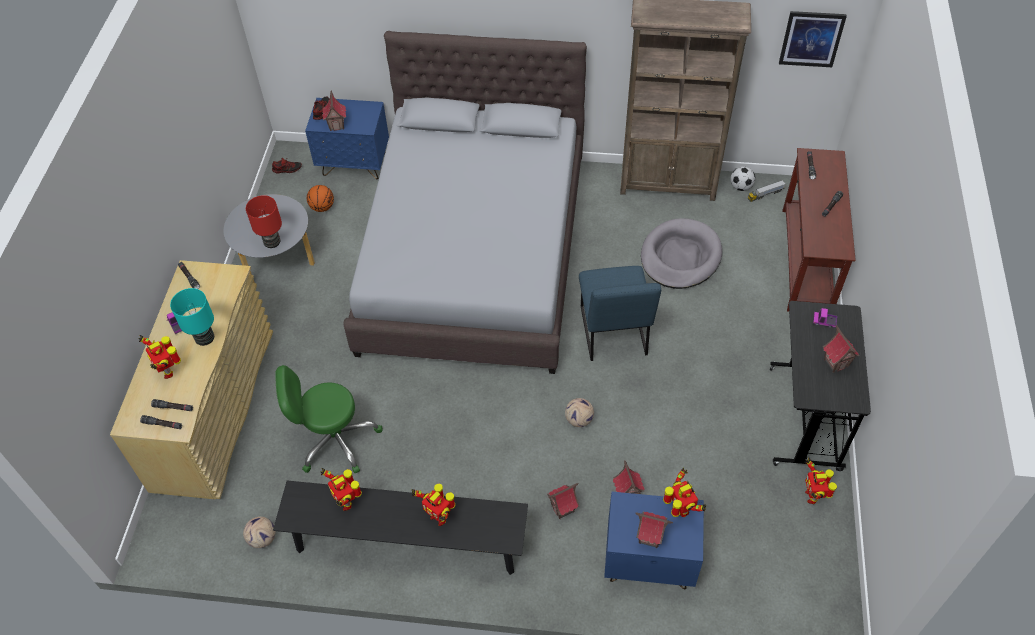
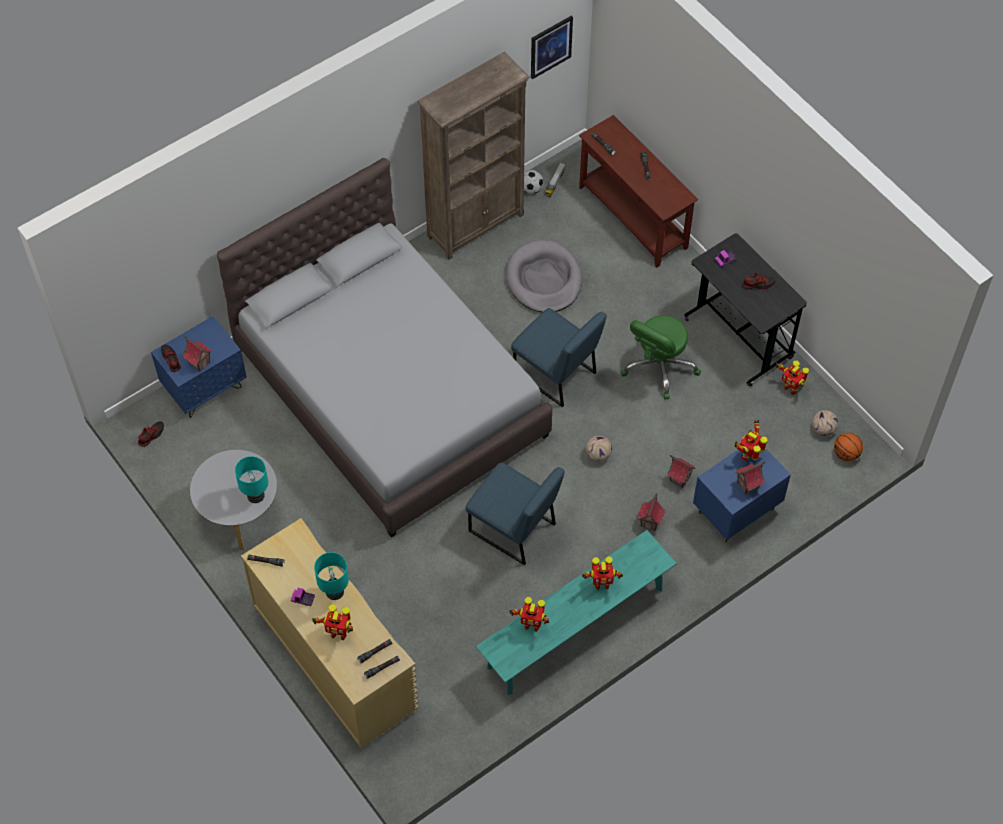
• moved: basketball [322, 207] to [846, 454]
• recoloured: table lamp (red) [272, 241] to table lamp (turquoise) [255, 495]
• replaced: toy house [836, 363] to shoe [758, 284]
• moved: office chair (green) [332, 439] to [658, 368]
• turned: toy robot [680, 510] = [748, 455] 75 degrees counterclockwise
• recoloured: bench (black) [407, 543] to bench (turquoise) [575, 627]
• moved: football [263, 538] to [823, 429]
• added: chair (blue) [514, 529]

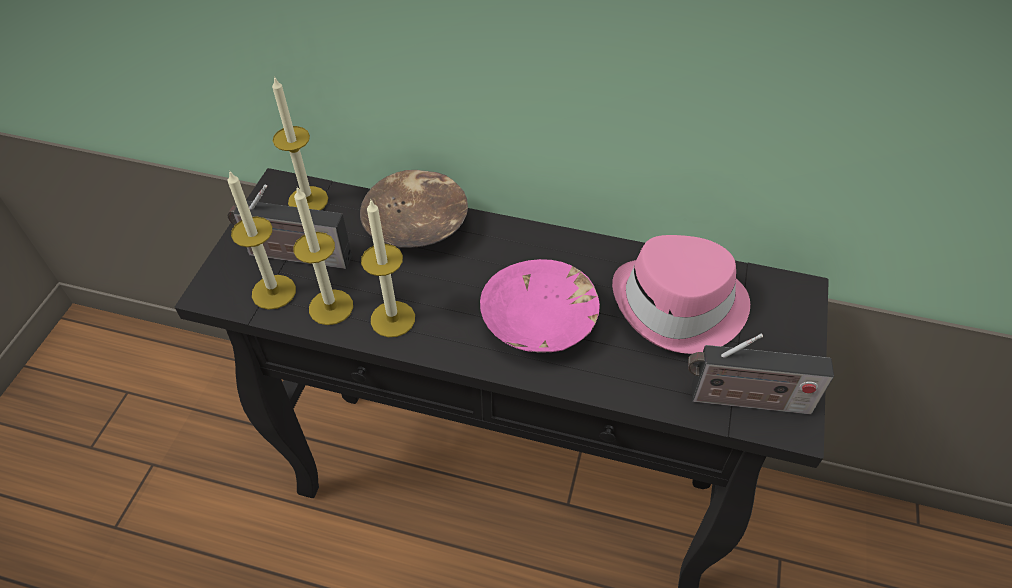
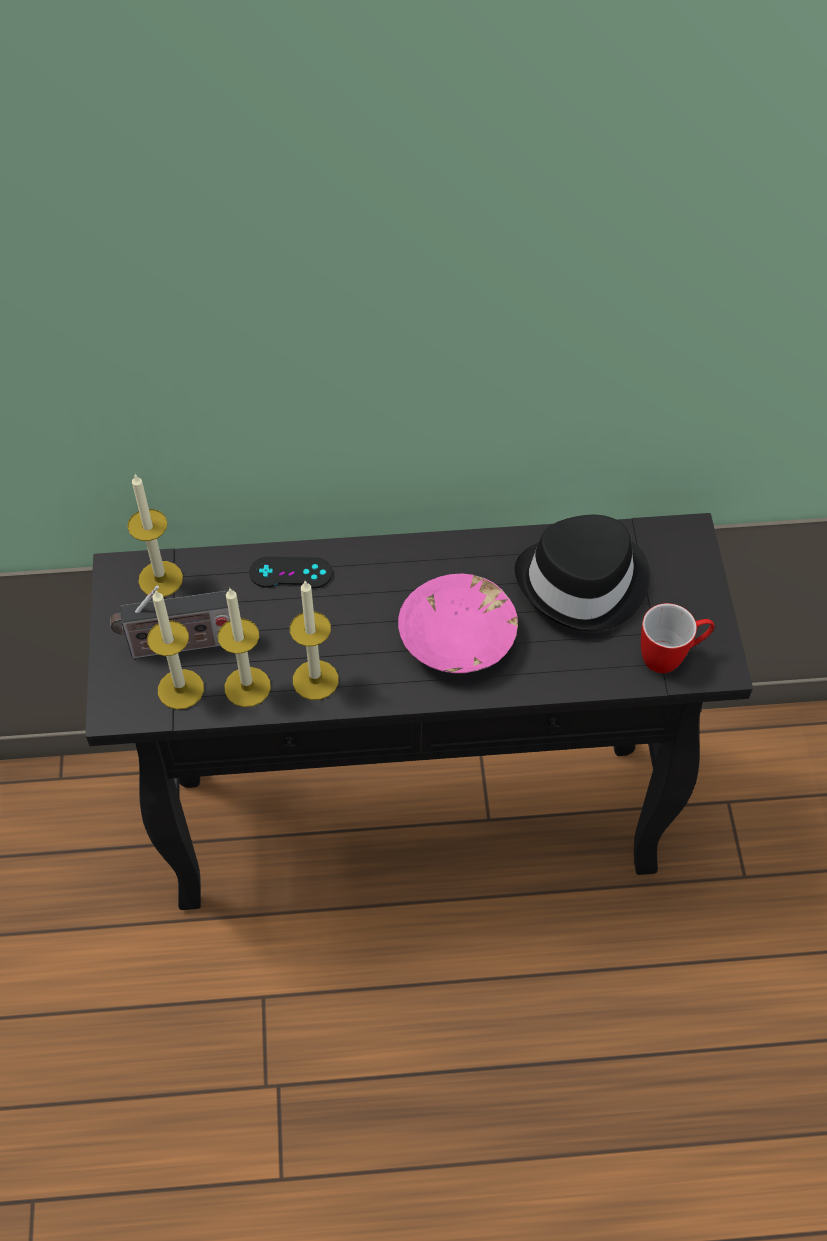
• replaced: bowl (brown) [417, 225] to game controller (black) [291, 573]
• recoloured: hat (pink) [680, 306] to hat (black) [584, 583]
• replaced: radio [744, 400] to mug [671, 657]

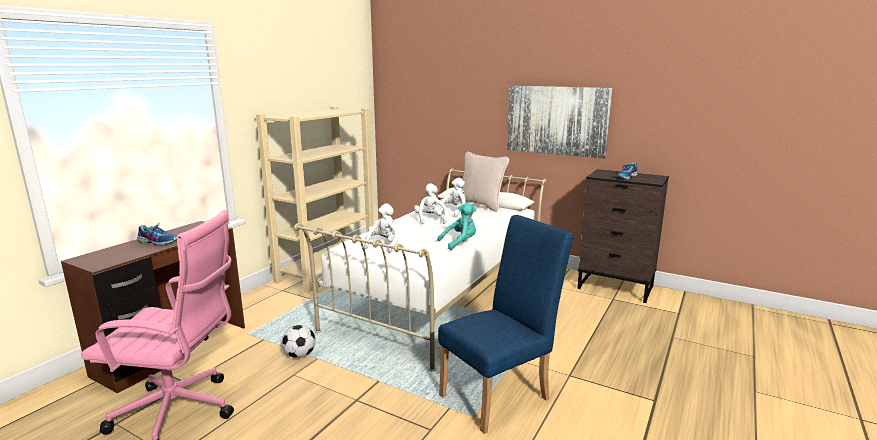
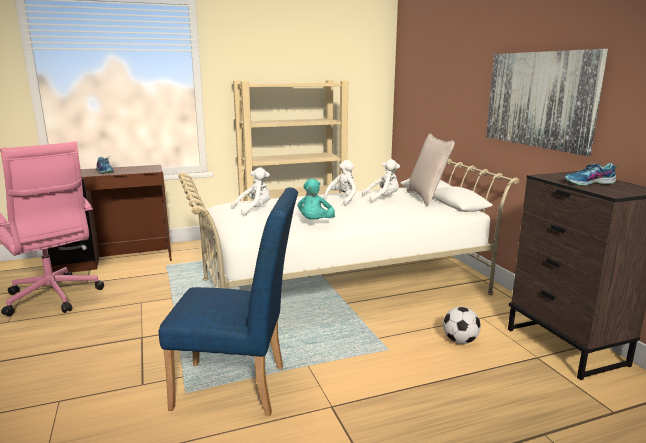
• turned: plush toy (turquoise) [460, 243] = [315, 223] 90 degrees clockwise
• moved: football [300, 355] to [460, 341]

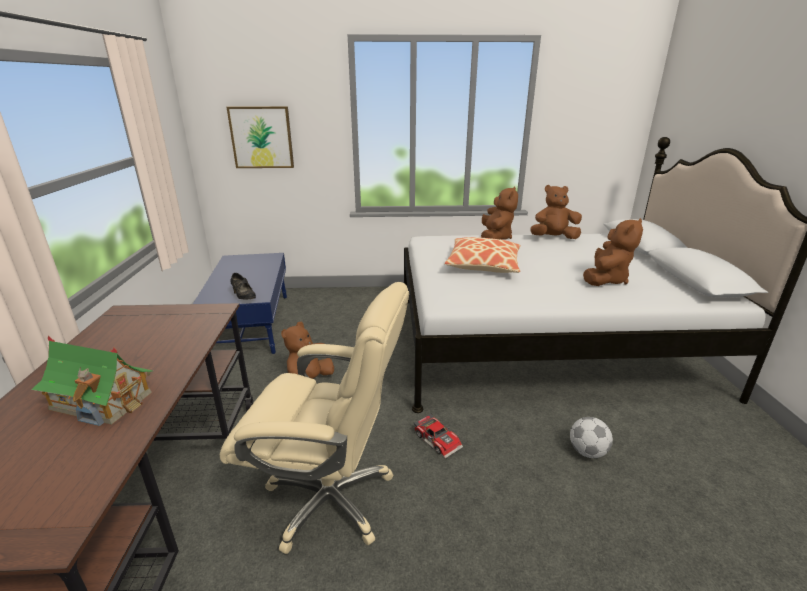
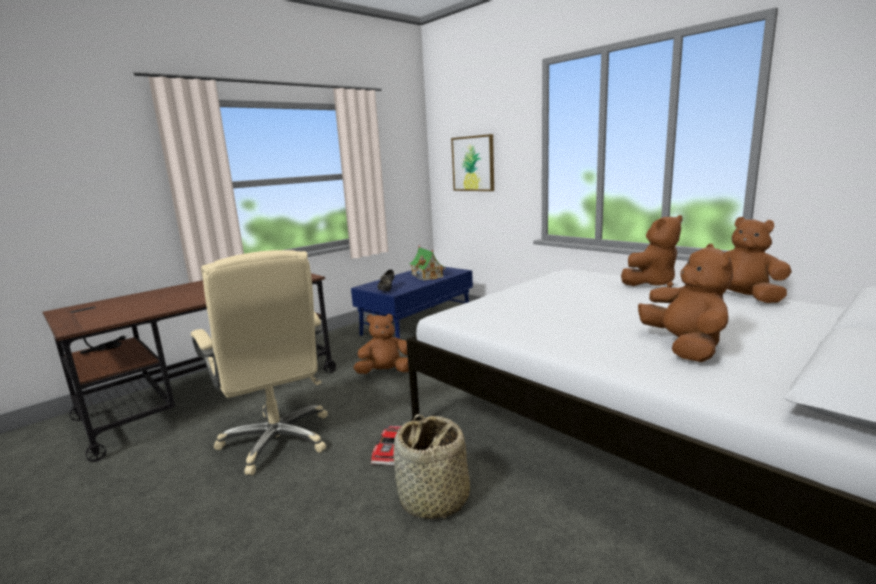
• turned: plush toy (brown) [605, 280] = [684, 347] 90 degrees counterclockwise
• removed: pillow [483, 264]
• moved: toy house [102, 401] to [427, 275]
• removed: football [587, 452]
• added: basket [433, 499]

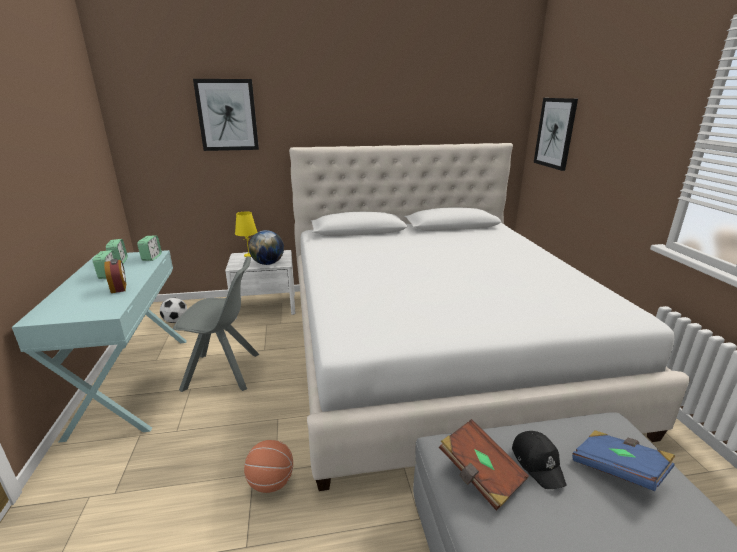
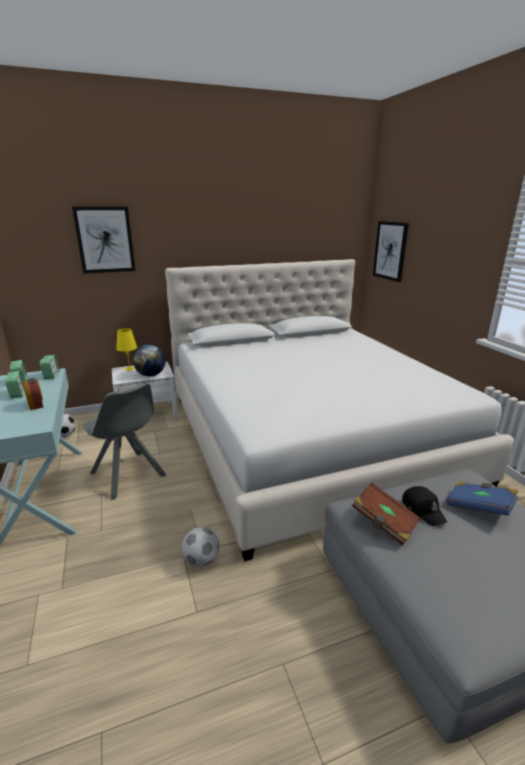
• turned: chair (grey) [224, 372] = [128, 475] 60 degrees clockwise
• replaced: basketball [270, 482] to football [201, 560]

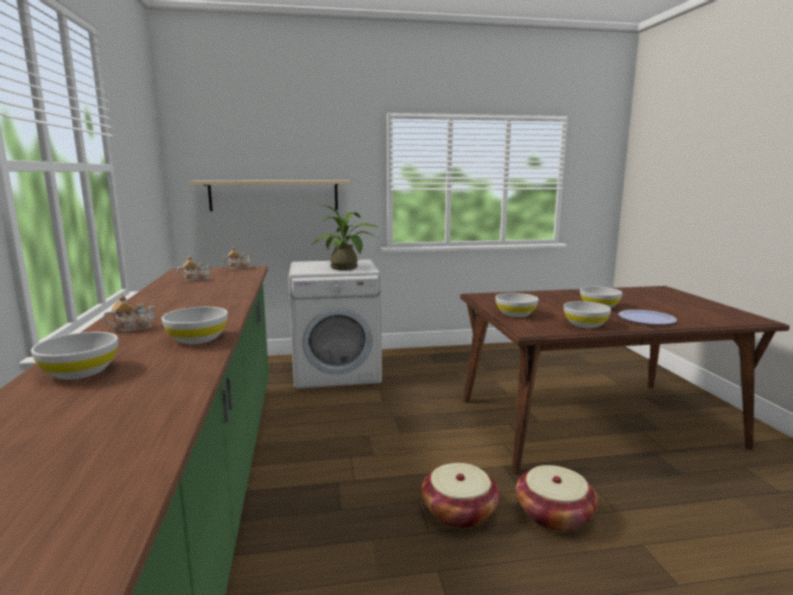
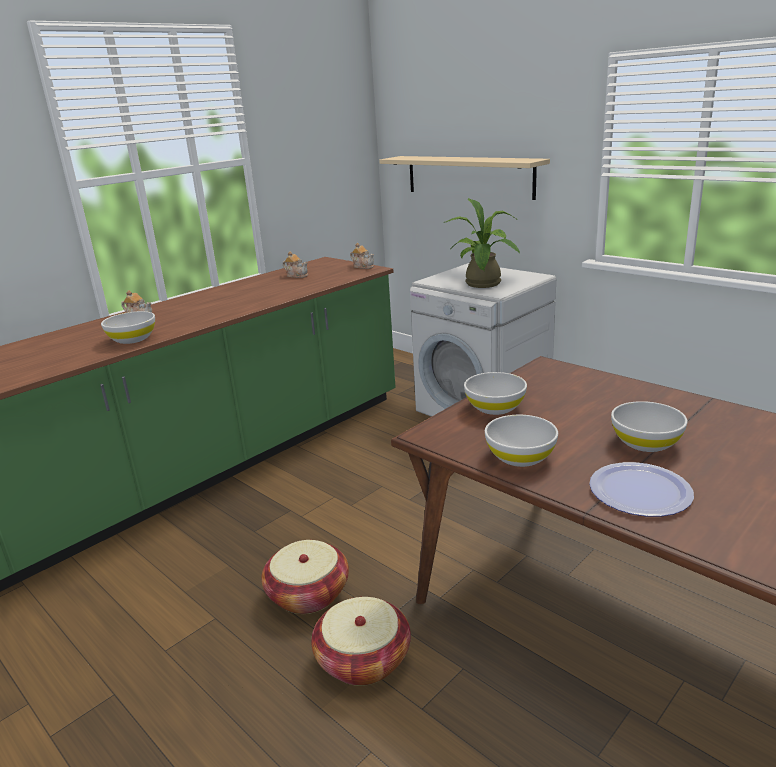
• removed: bowl (white) [80, 372]

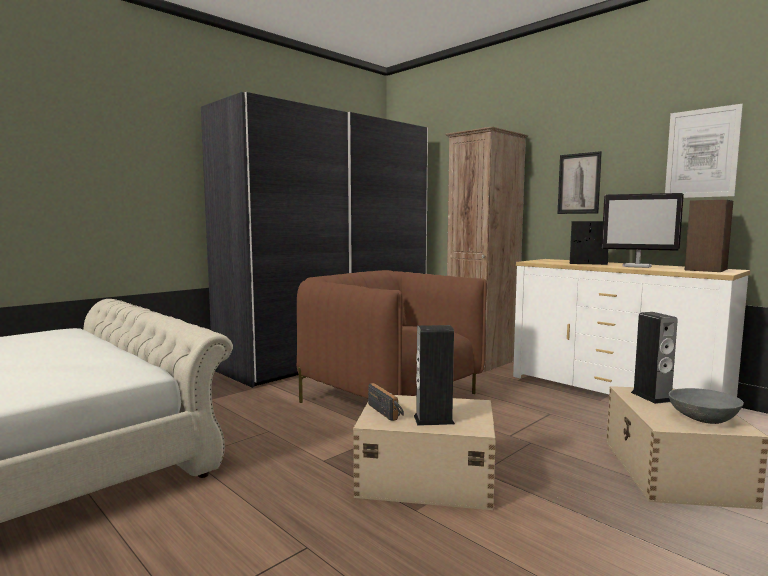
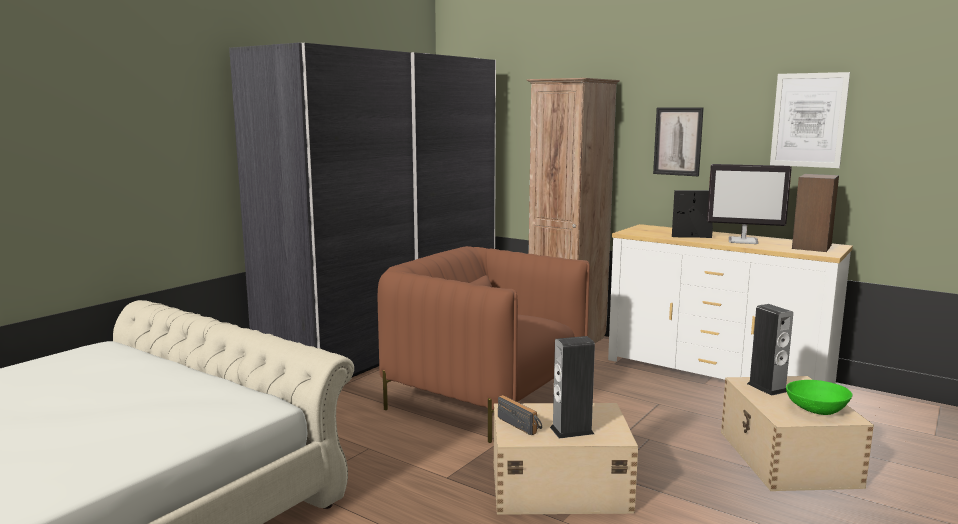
• recoloured: bowl (grey) [704, 419] to bowl (green) [817, 409]

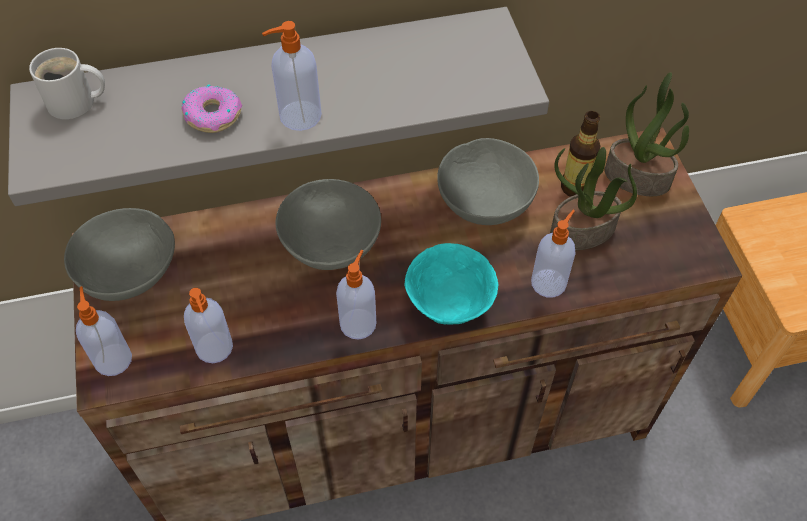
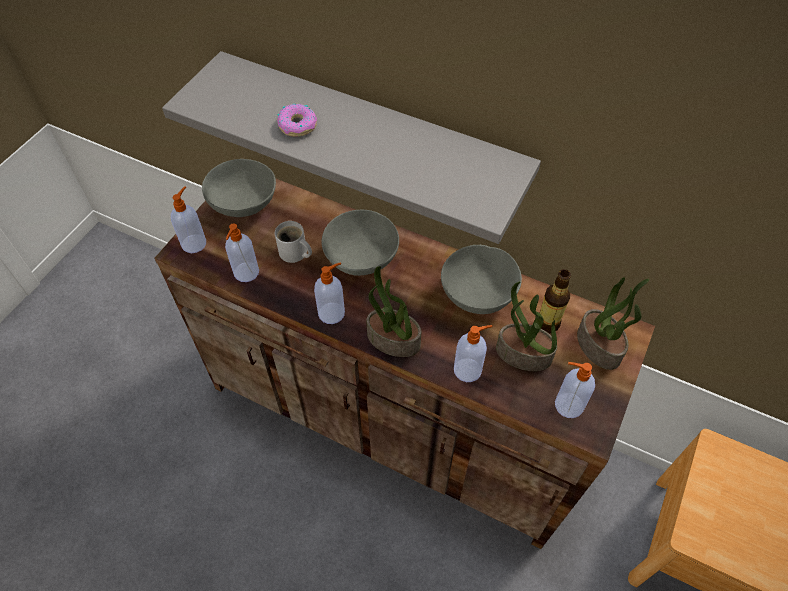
• moved: soap dispenser [298, 116] to [567, 405]
• moved: mug (white) [75, 103] to [294, 253]
• replaced: bowl (turquoise) [449, 306] to potted plant [392, 340]

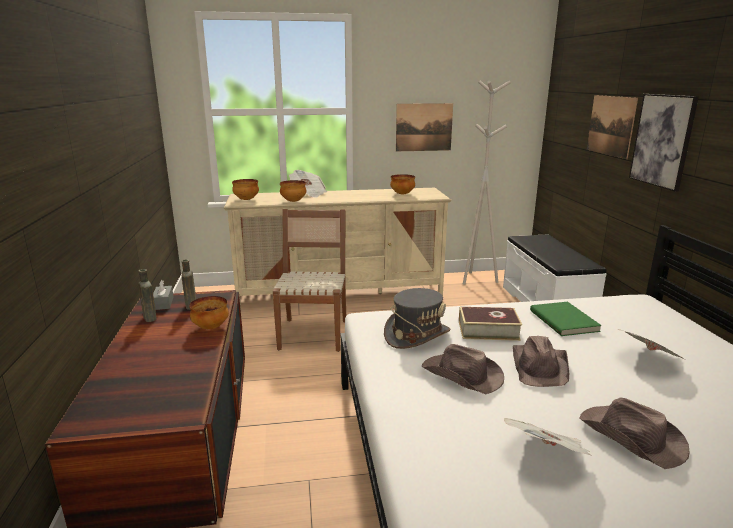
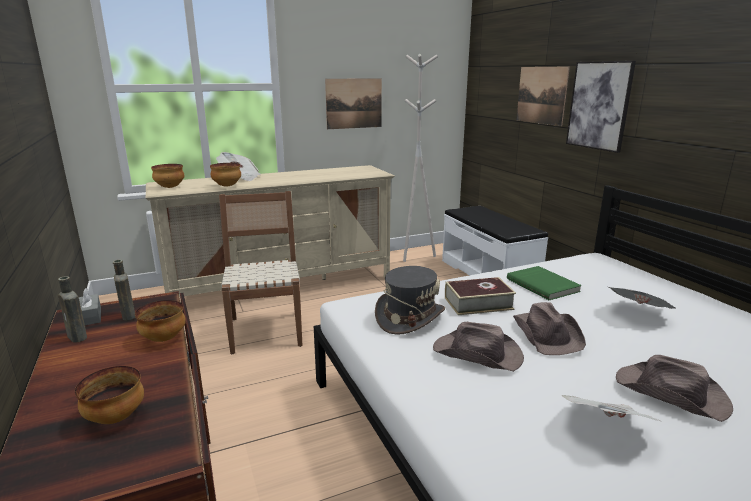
• moved: bowl [402, 194] to [117, 417]

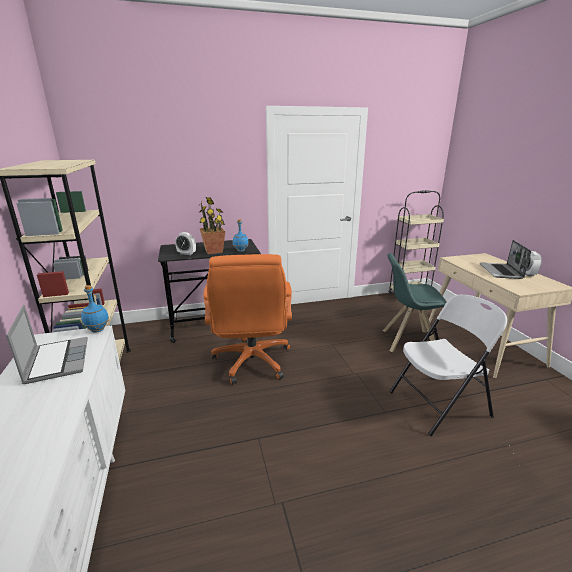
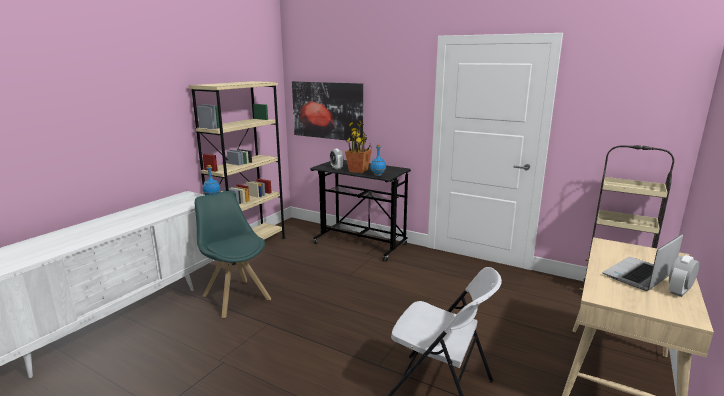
• moved: chair (turquoise) [408, 341] to [235, 298]
• removed: office chair (orange) [251, 364]
• removed: laptop [57, 360]
• added: picture [327, 110]

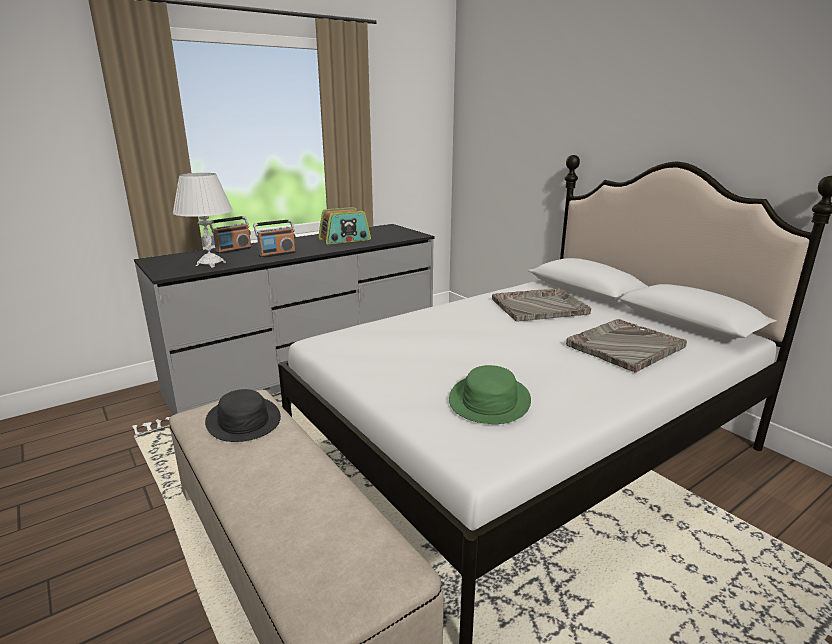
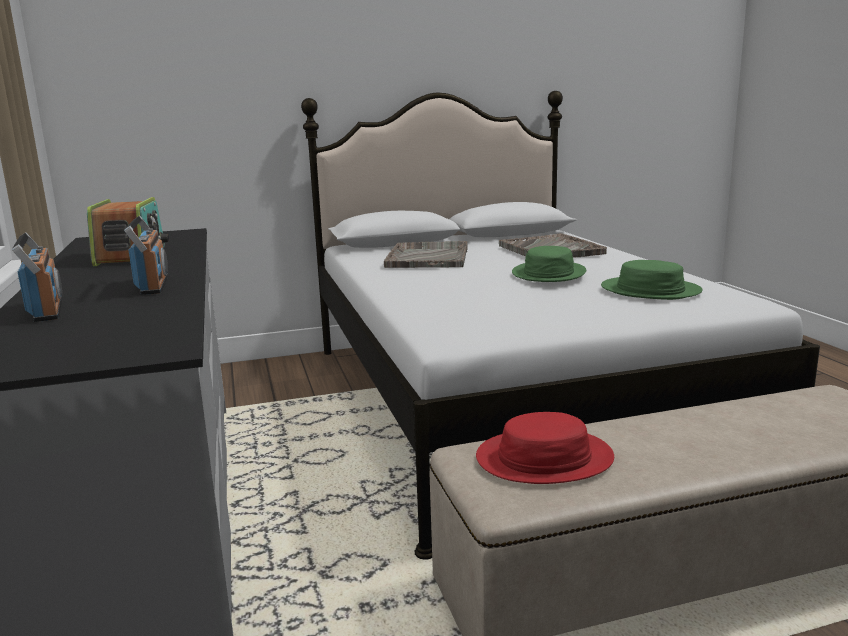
• removed: table lamp (white) [210, 264]
• recoloured: hat (black) [243, 420] to hat (red) [544, 459]
• added: hat (green) [548, 273]

